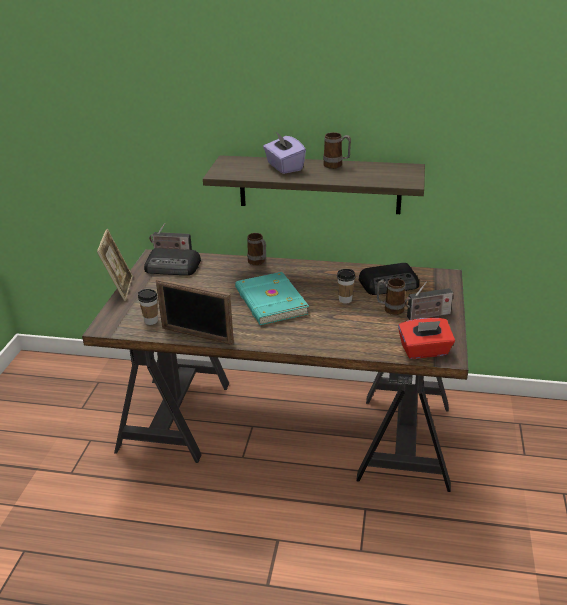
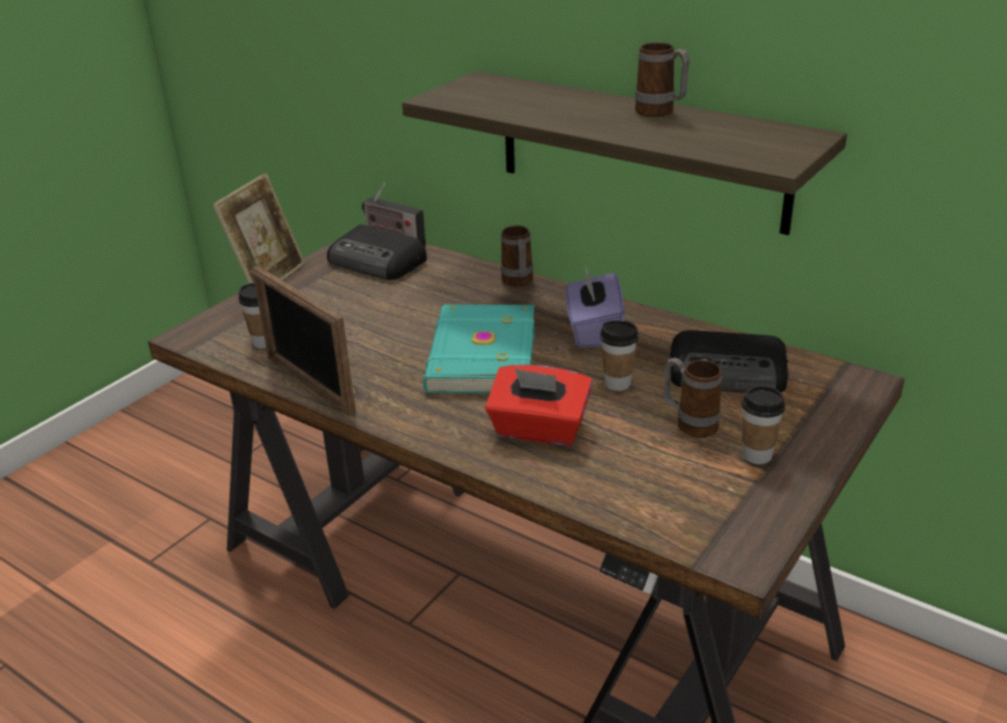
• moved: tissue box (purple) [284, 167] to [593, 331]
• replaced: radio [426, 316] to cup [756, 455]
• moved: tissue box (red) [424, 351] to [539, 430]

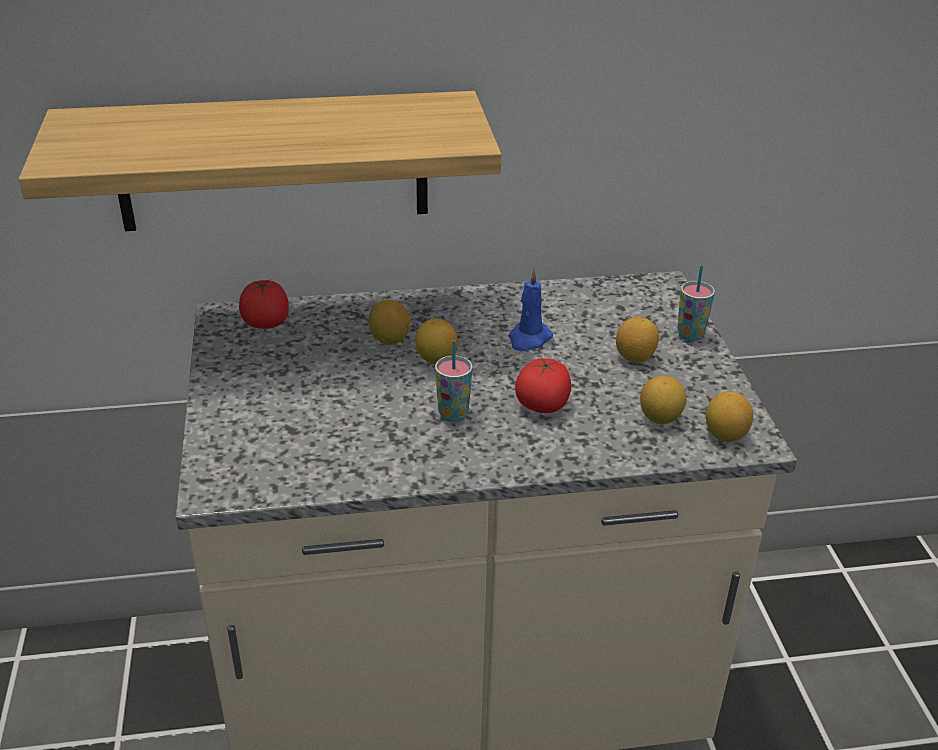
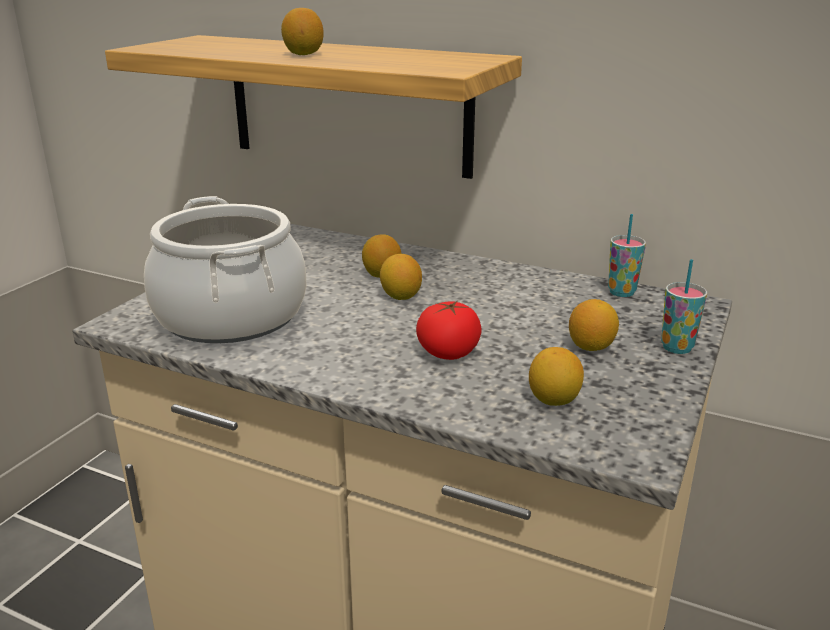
• removed: candle (blue) [529, 339]
• removed: tomato [265, 323]
• moved: cup [453, 414] to [621, 292]
• moved: lemon [725, 435] to [303, 54]
• added: cooking pot [231, 315]

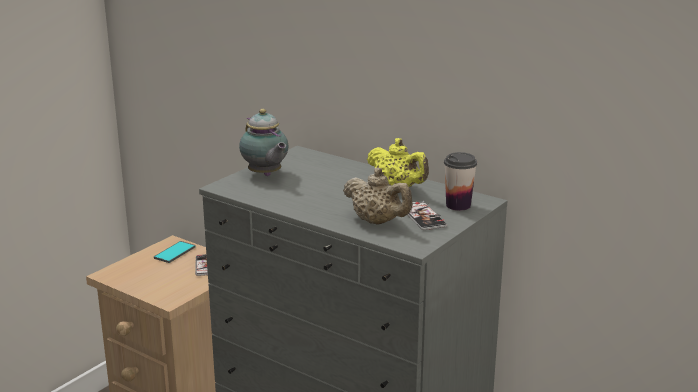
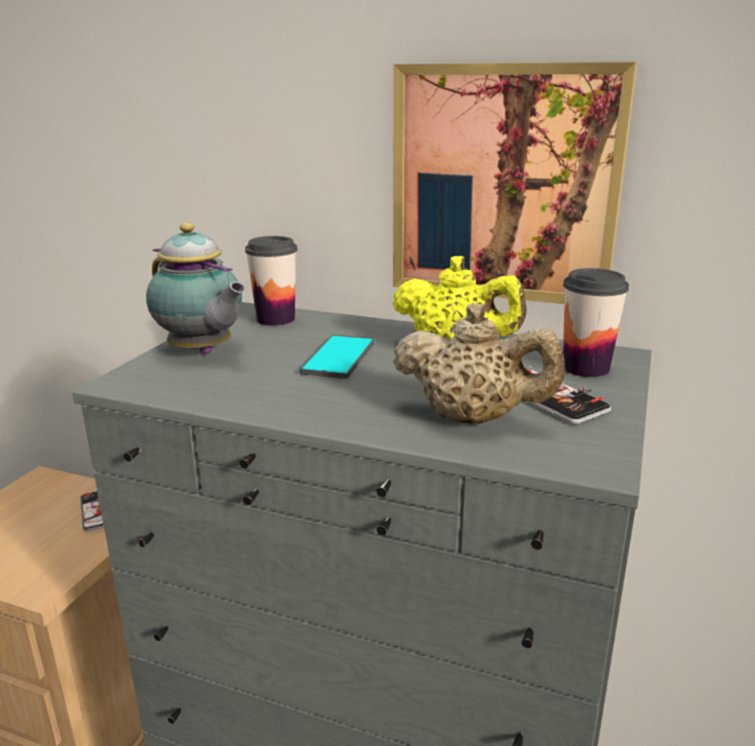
• moved: phone [174, 252] to [339, 357]
• added: picture [506, 183]
• added: cup [275, 319]

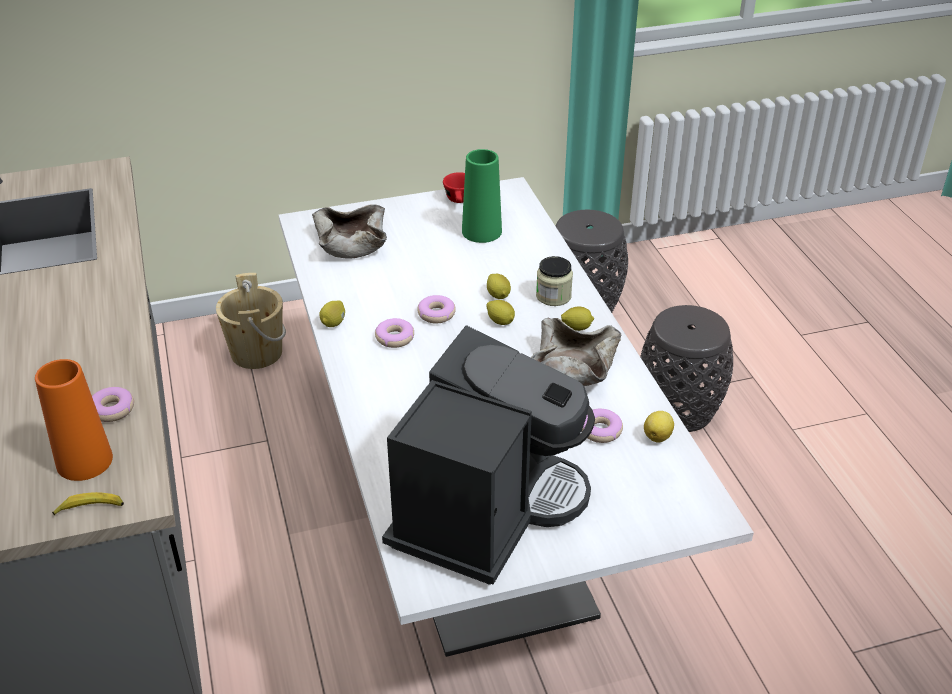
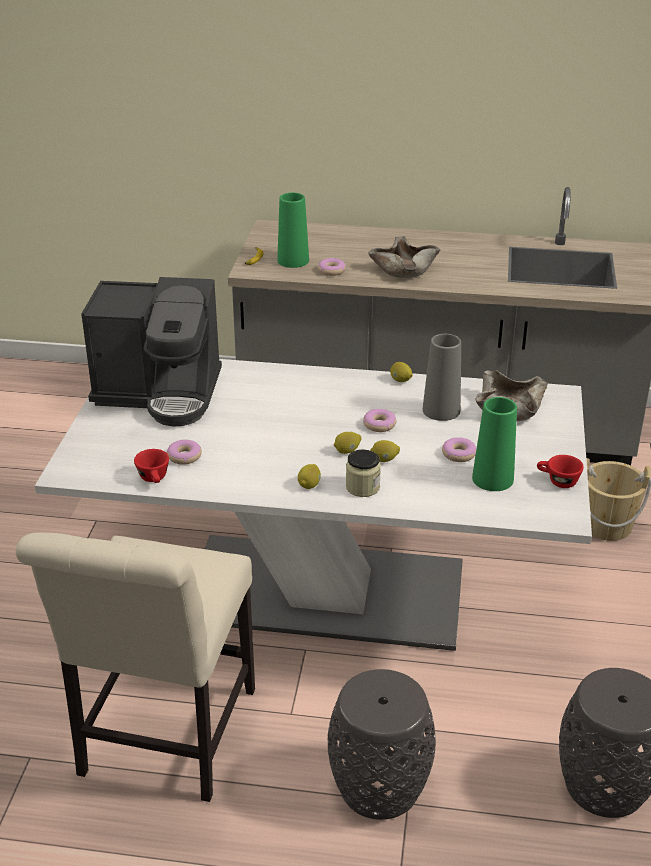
• moved: bowl (beige) [575, 367] to [404, 269]
• moved: donut [394, 338] to [459, 454]
• turned: coffee machine [486, 509] = [160, 393] 45 degrees counterclockwise
• recoloured: vase (orange) [84, 461] to vase (green) [293, 260]
• replaced: lemon [658, 436] to cup (red) [154, 479]
• added: vase (grey) [441, 410]
• added: chair (beige) [162, 741]

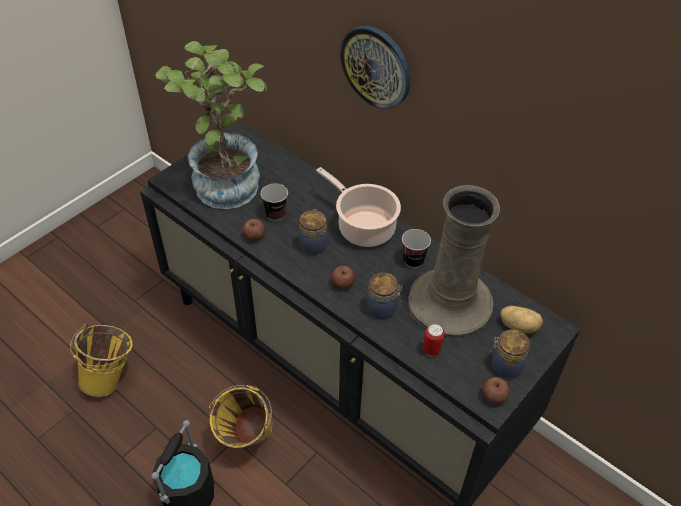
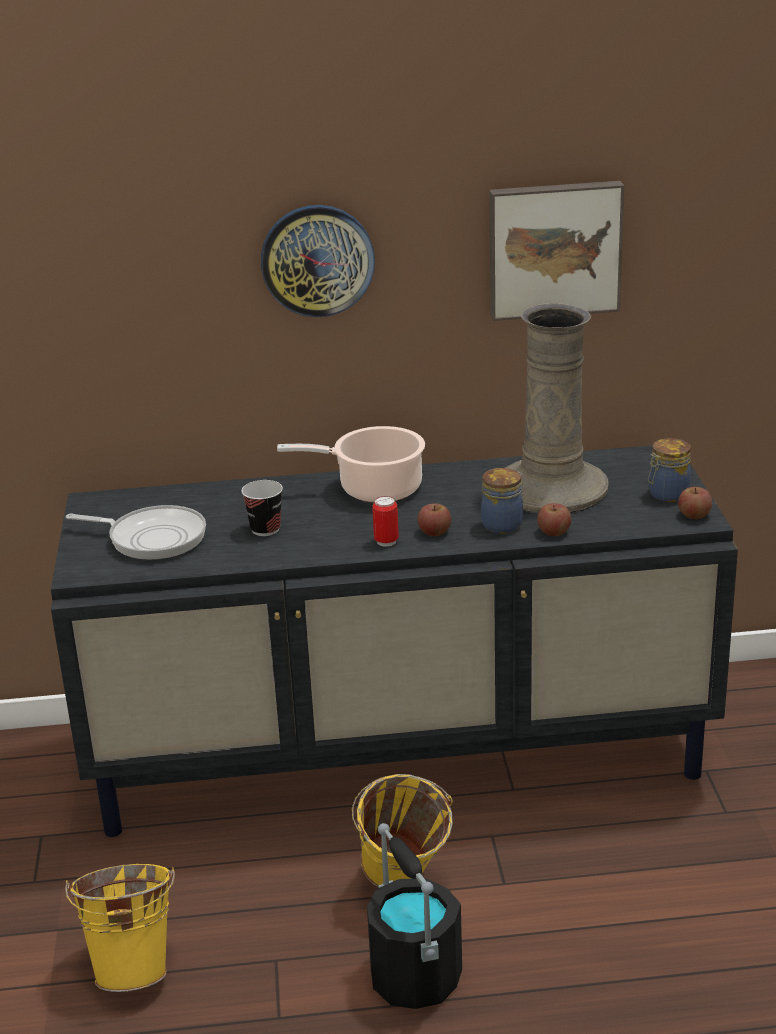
• replaced: potted plant [225, 180] to frying pan [152, 538]
• removed: jar [313, 244]
• moved: apple [254, 236] to [554, 532]
• removed: cup [413, 260]
• removed: potato [519, 326]
• moved: can [431, 350] to [386, 541]
• added: picture [554, 249]

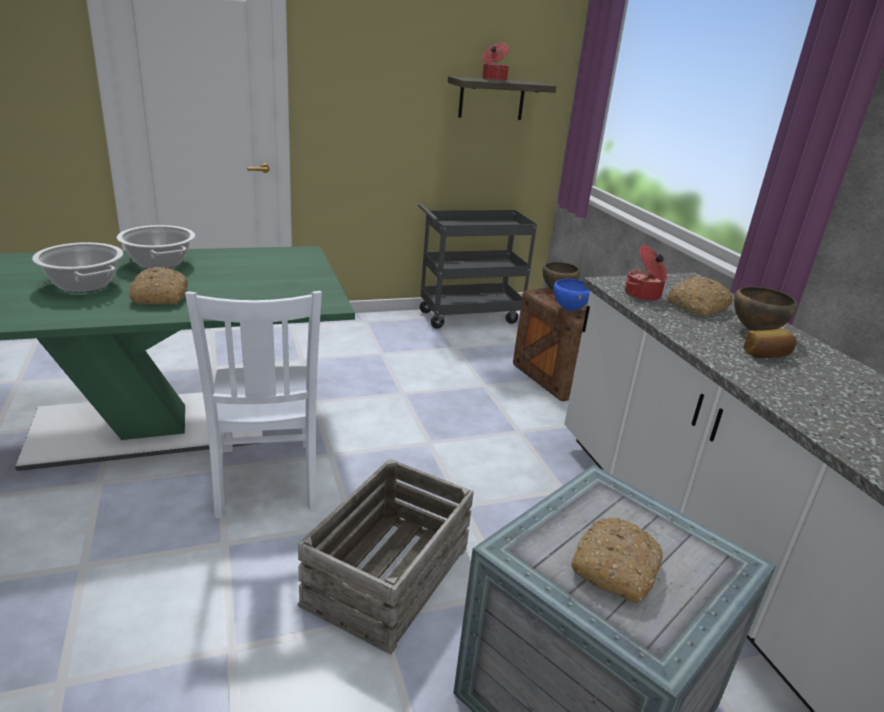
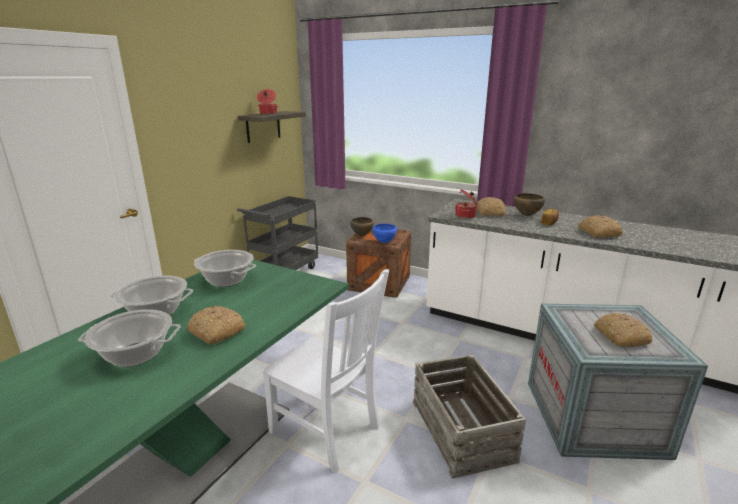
• added: bread [598, 233]
• added: cooking pot [226, 280]

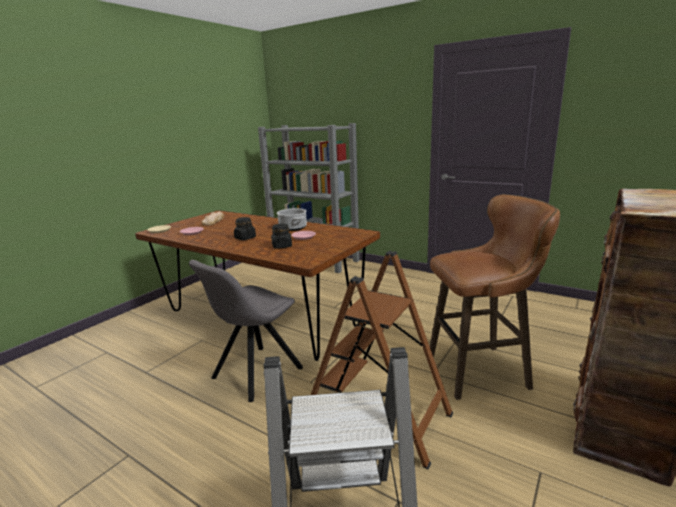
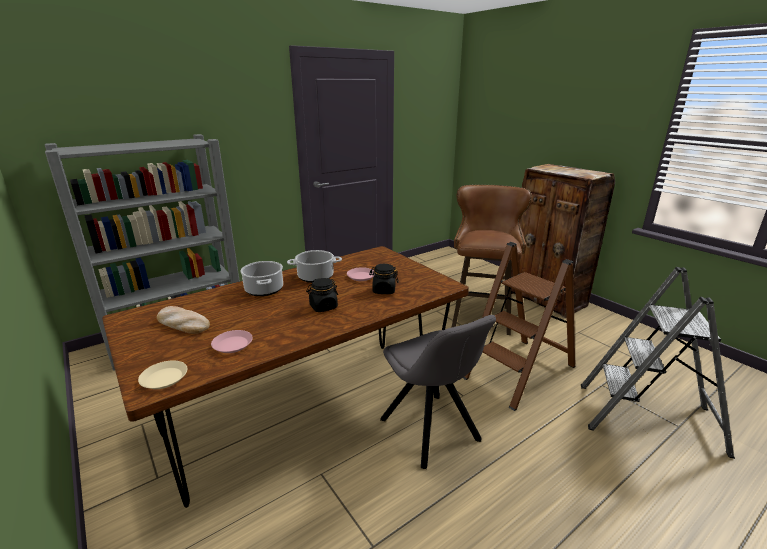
• added: cooking pot [264, 290]

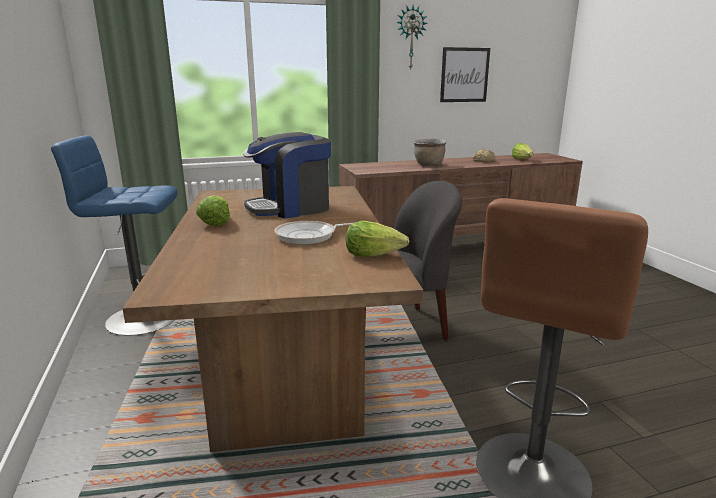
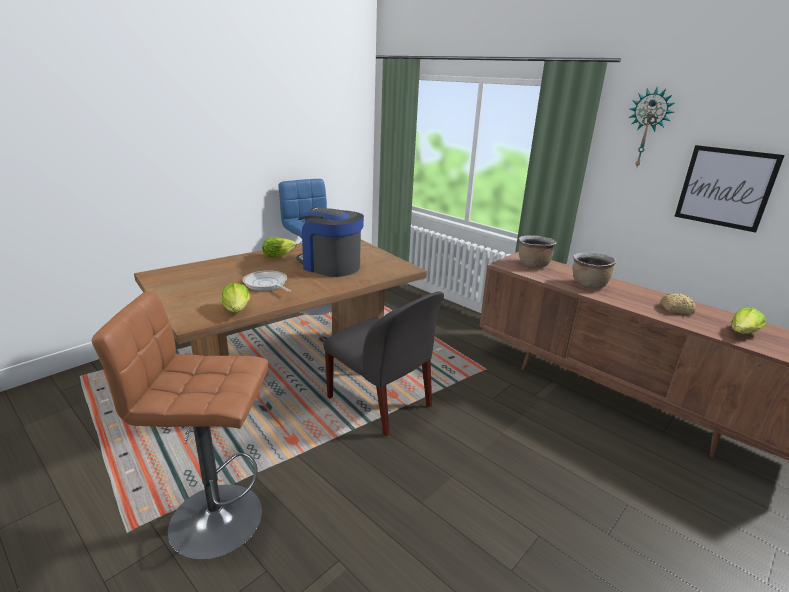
• added: cooking pot (brown) [533, 265]

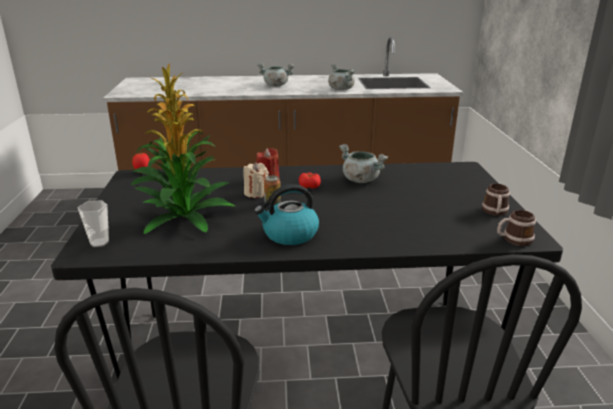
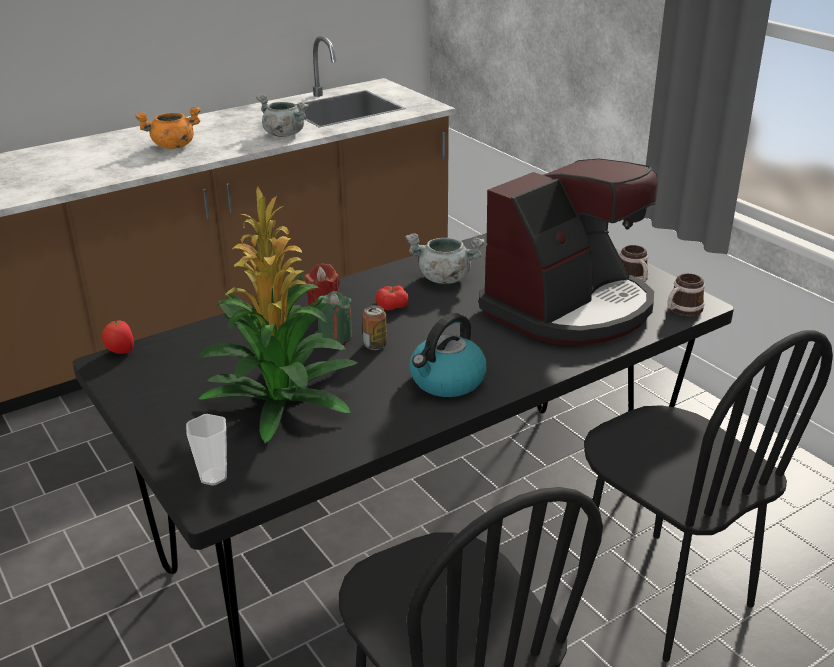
• recoloured: cooking pot (grey) [275, 85] to cooking pot (orange) [173, 146]
• recoloured: candle (beige) [256, 193] to candle (green) [335, 337]
• added: coffee machine [569, 308]

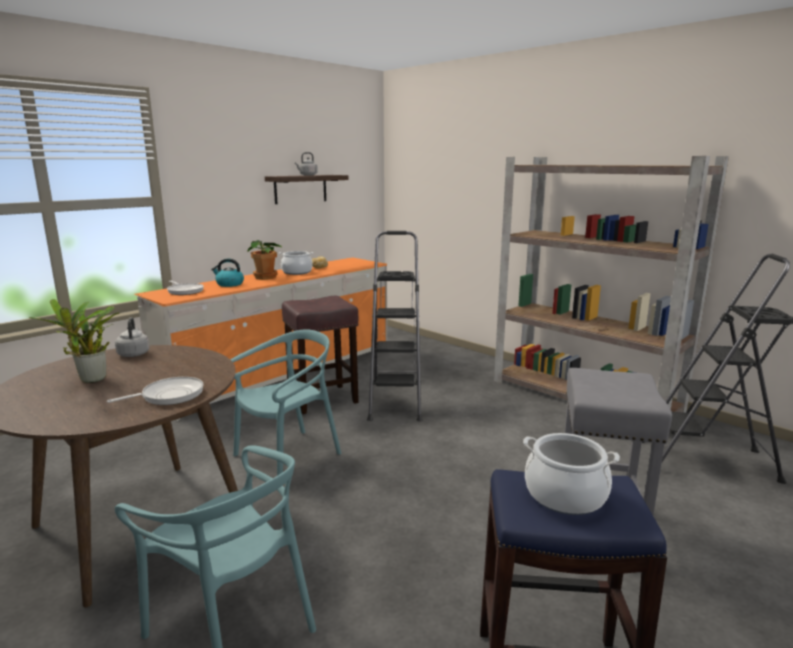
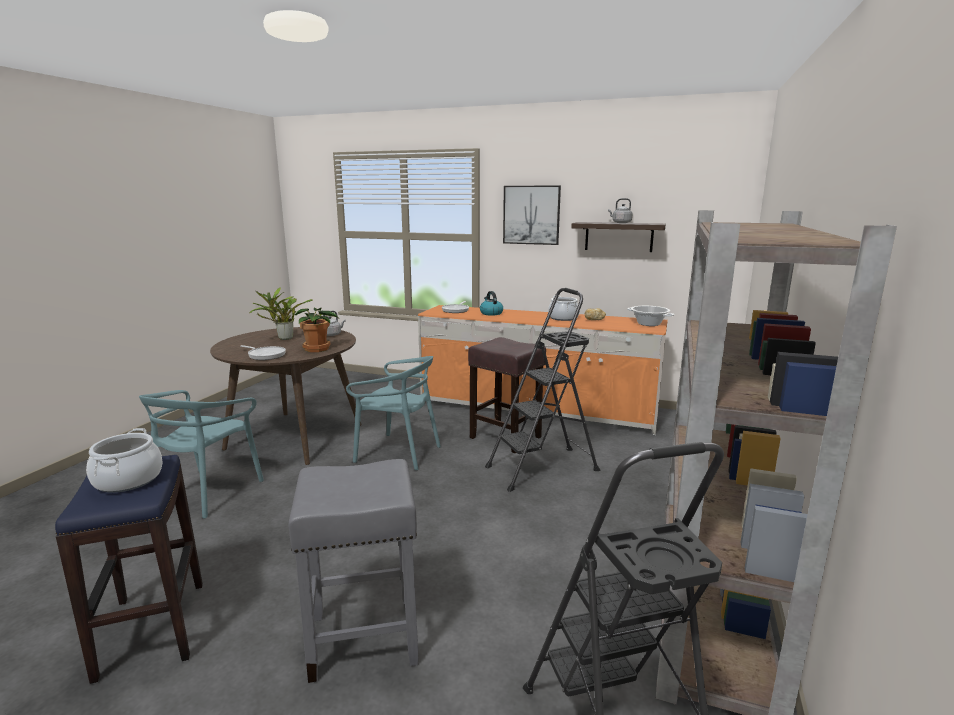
• moved: potted plant [266, 277] to [318, 349]
• added: picture [531, 215]
• added: cooking pot [649, 324]

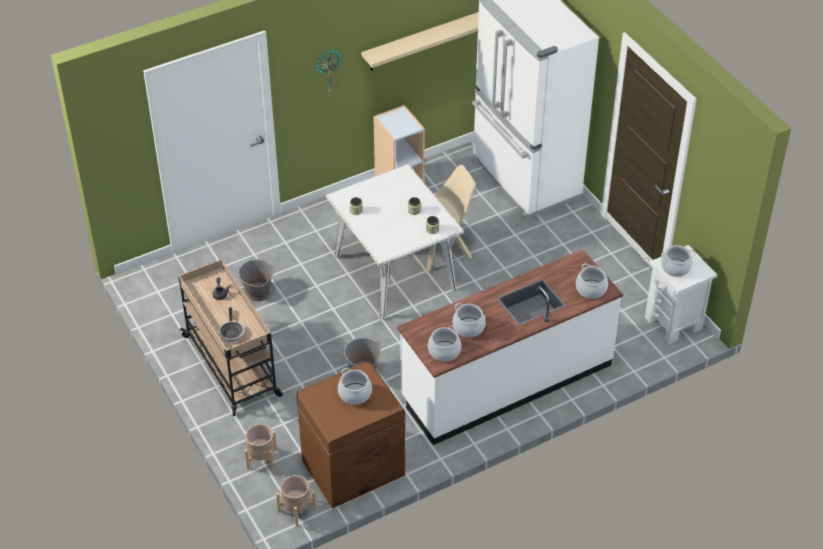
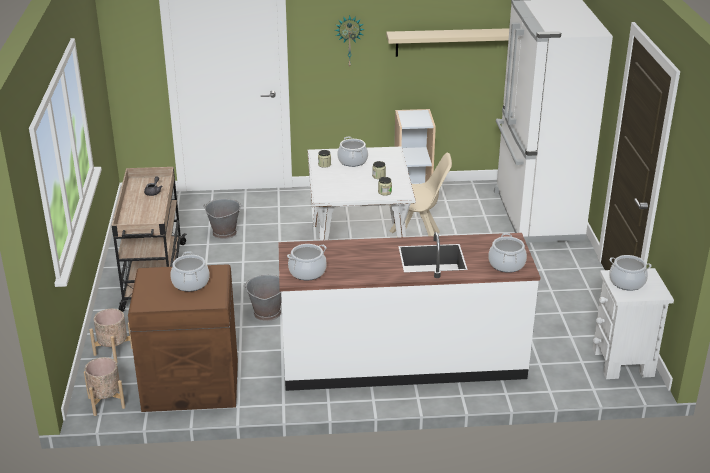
• moved: cooking pot [468, 327] to [352, 161]
• removed: frying pan [231, 332]

